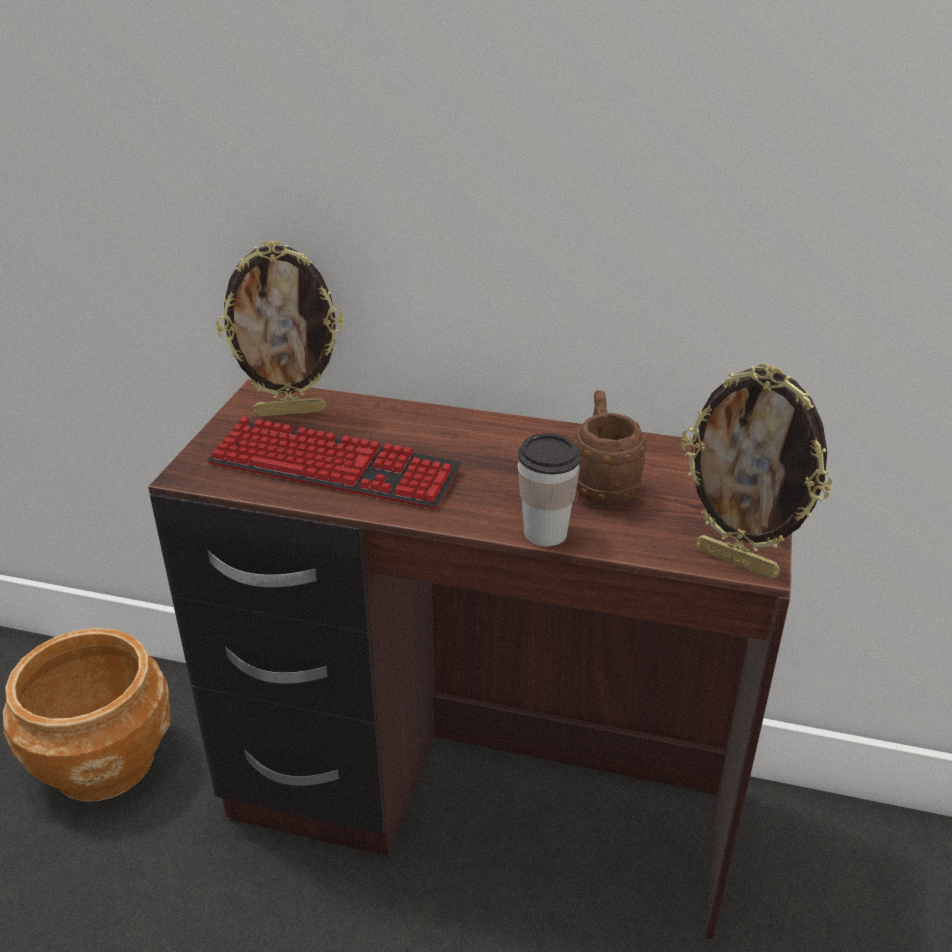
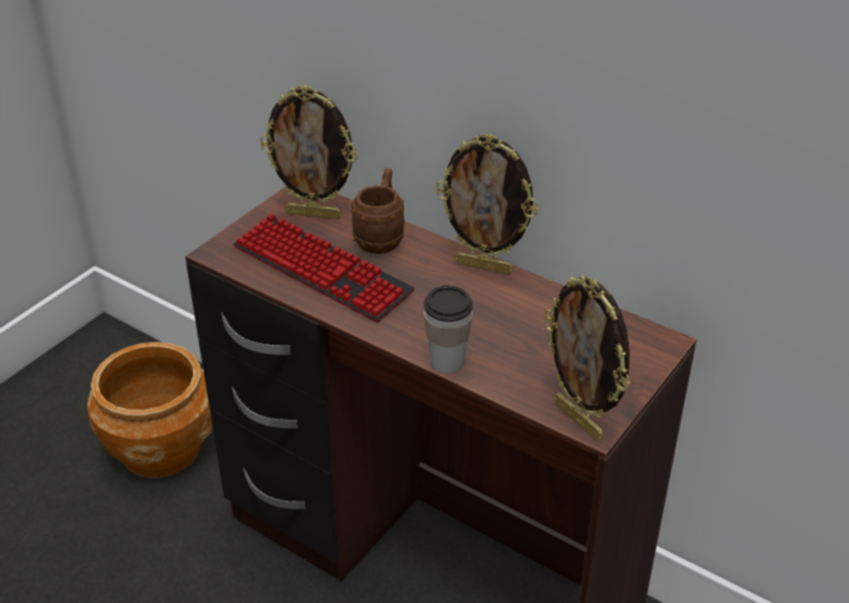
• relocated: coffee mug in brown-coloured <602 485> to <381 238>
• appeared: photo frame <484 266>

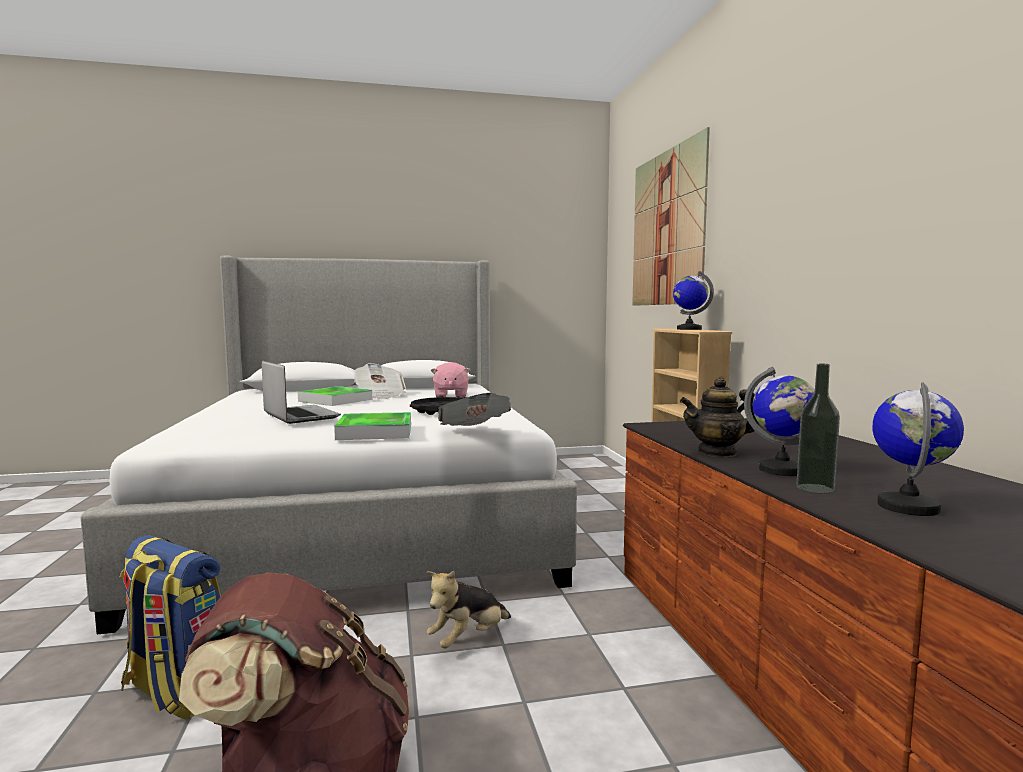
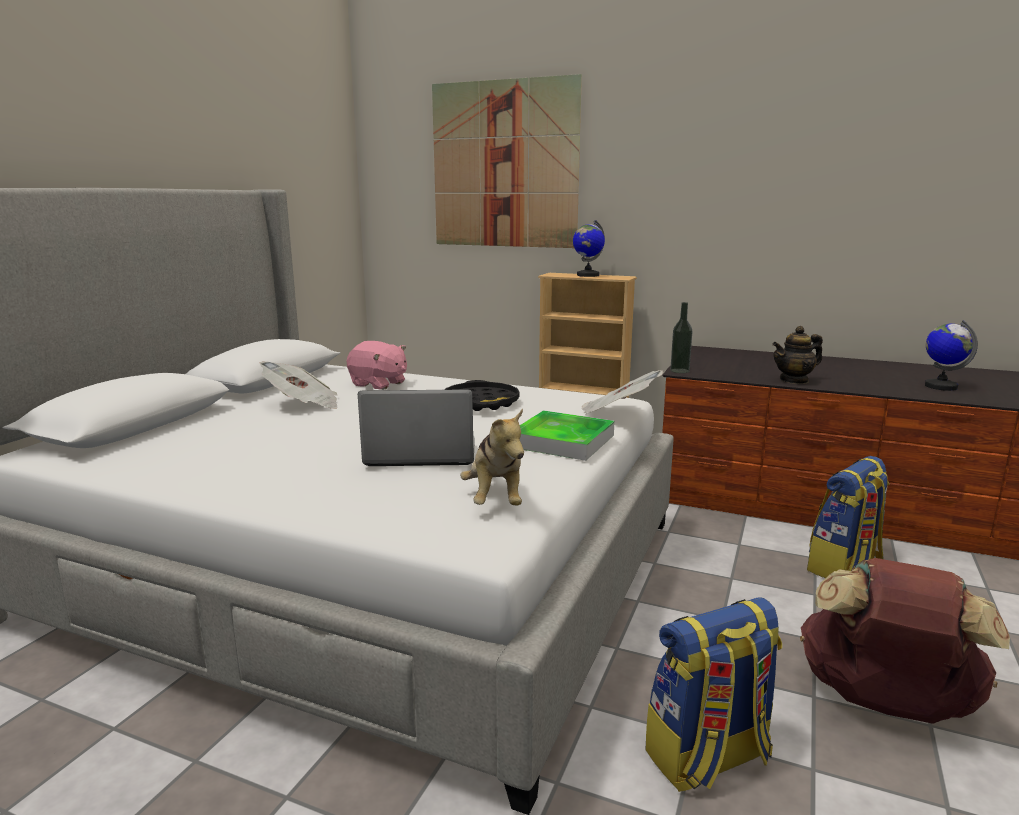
• relocated: bottle <815 489> to <679 371>
• missing: desk globe <782 470>
• spun: teapot <717 452> = <794 380> 45 degrees clockwise
• missing: serving tray <335 400>
• relocated: cuddly toy <468 639> to <495 499>
• appeared: knapsack <844 567>

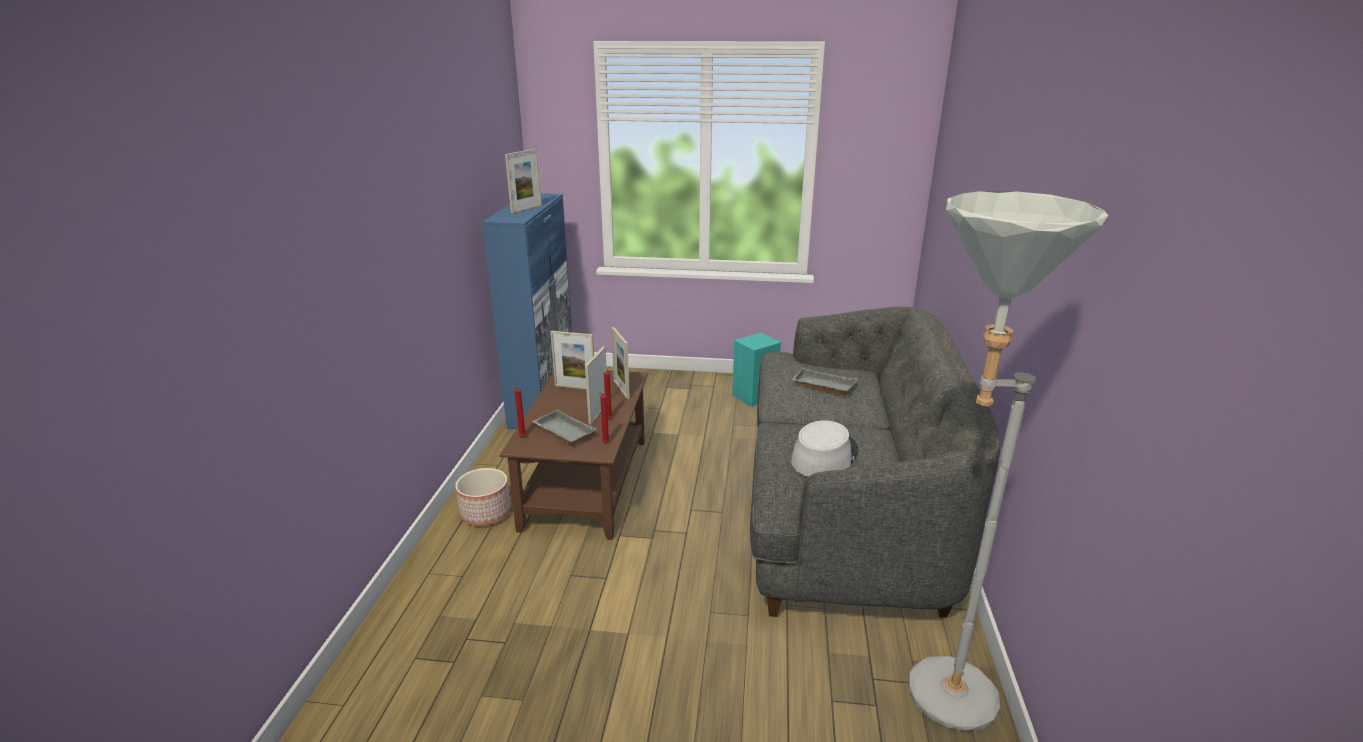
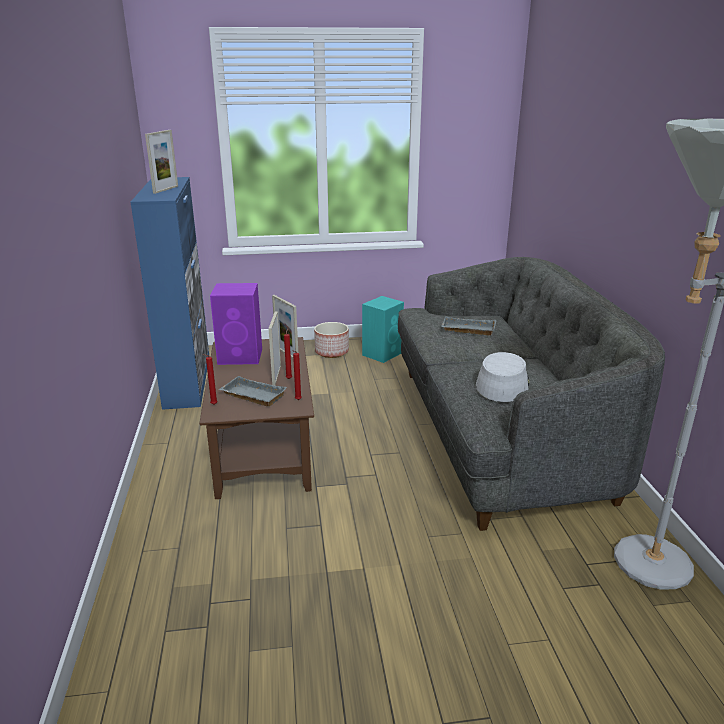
• exchanged: photo frame <575 387> to audio speaker in purple <241 356>
• relocated: planter <486 513> to <332 352>

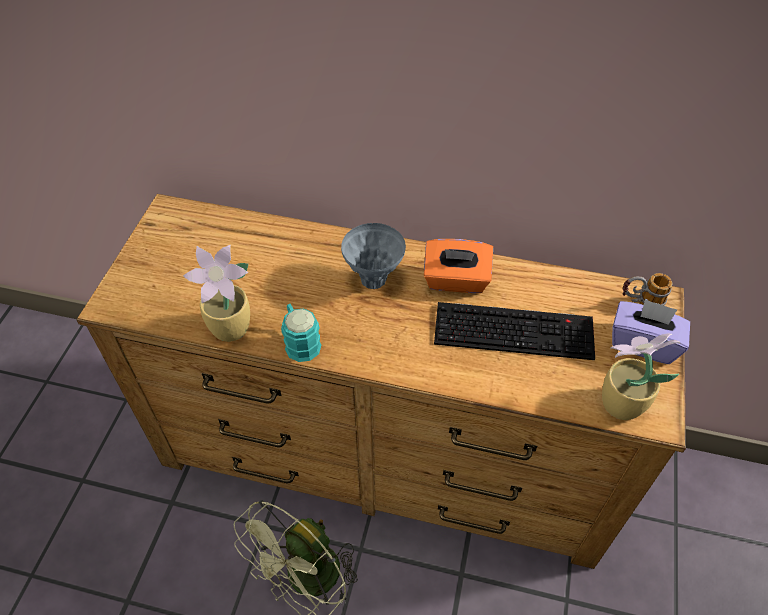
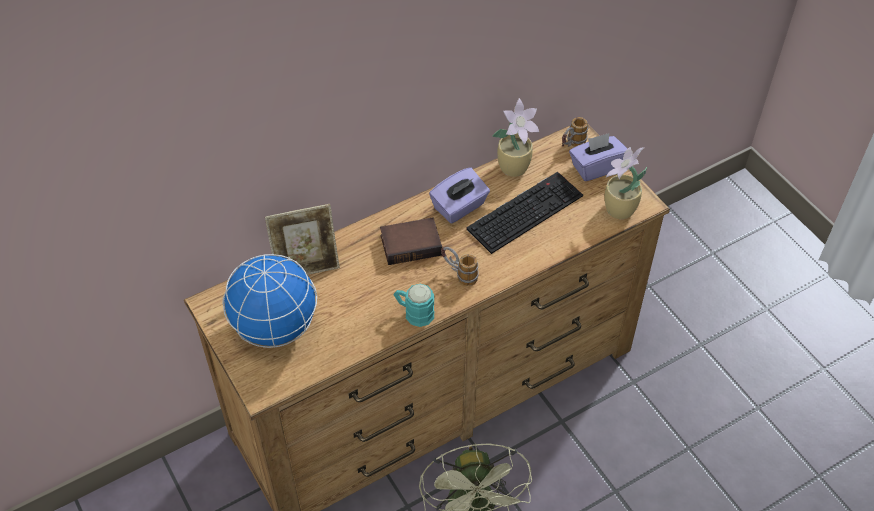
• exchanged: decorative vase in greyish <374 280> to volume <411 244>
• colour: box of tissues in orange-coloured <456 281> to box of tissues in purple <459 207>
• relocated: plant in a pot <232 329> to <515 167>
• appeared: photo frame <306 265>
• appeared: coffee mug <459 274>
• appeared: desk globe <274 327>

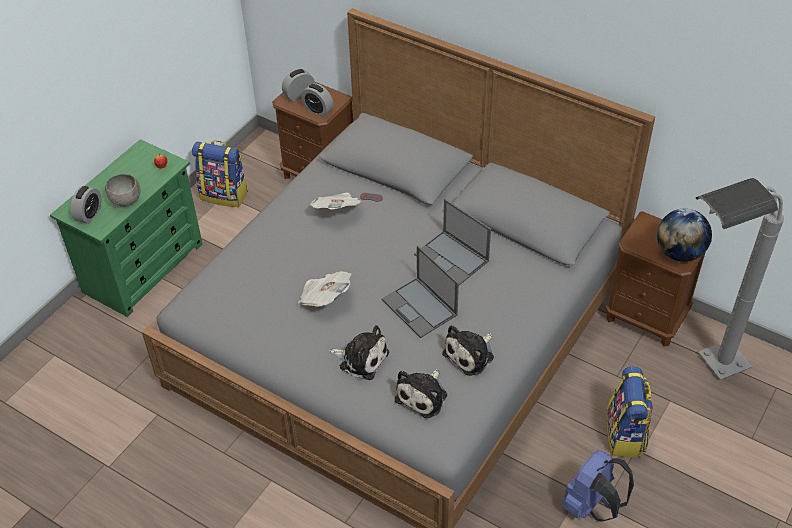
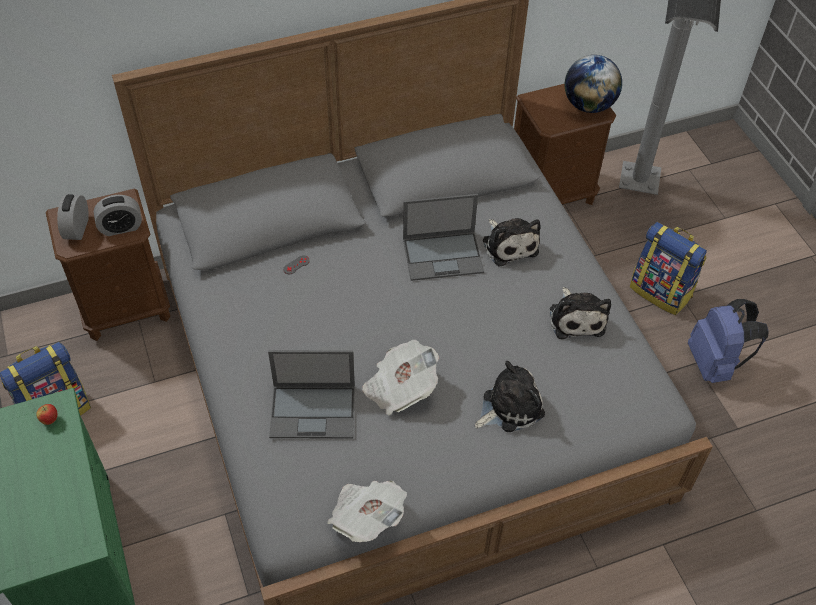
• missing: serving bowl in greyish <126 201>
• missing: bedside clock <89 214>
• relocated: printed paper <337 211> to <366 517>
• relocated: laptop <420 308> to <314 411>
• relocated: cuddly toy <423 396> to <509 244>

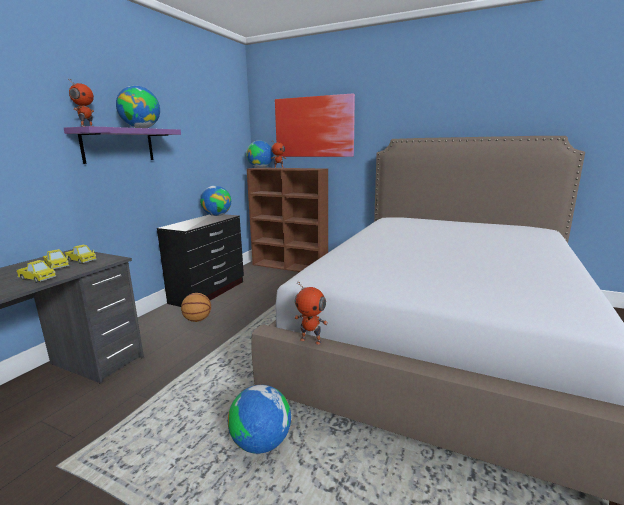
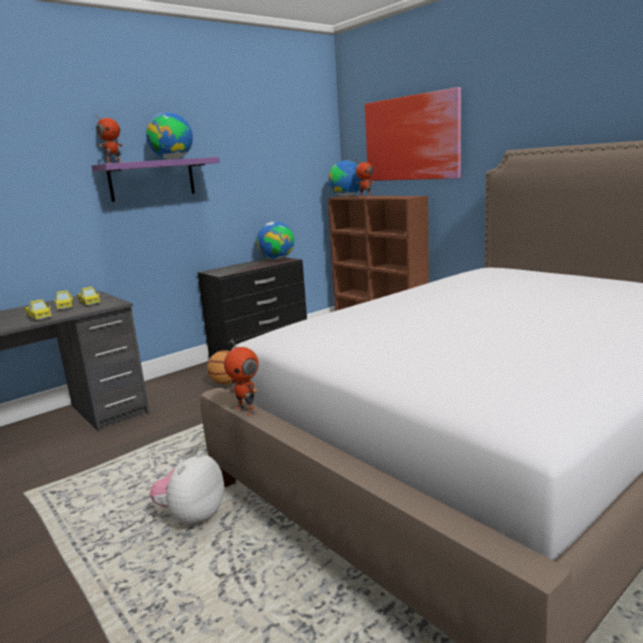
• exchanged: desk globe <261 443> to cuddly toy <192 516>

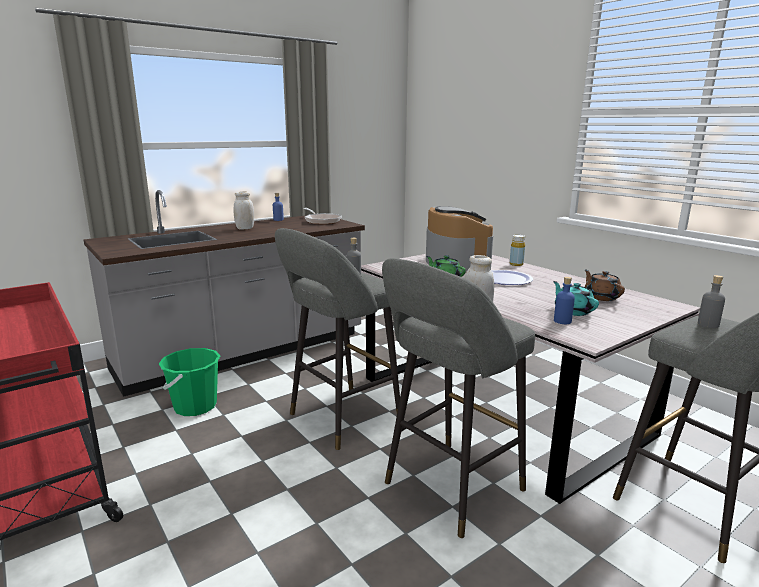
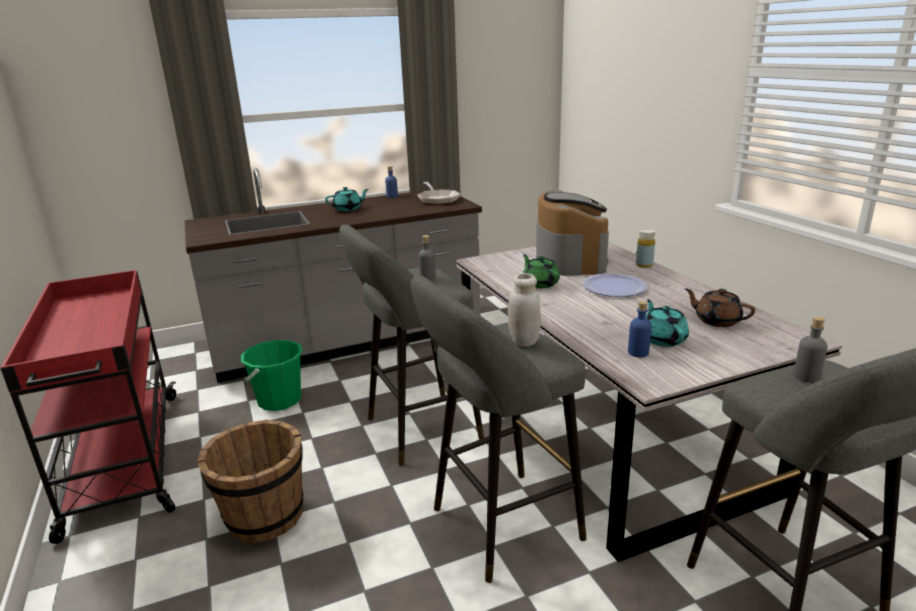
• exchanged: jar in white-coloured <245 228> to teapot in blue-green <348 209>
• spun: teapot in brown-coloured <601 297> = <716 320> 45 degrees counterclockwise
• appeared: pail in brown-coloured <264 517>

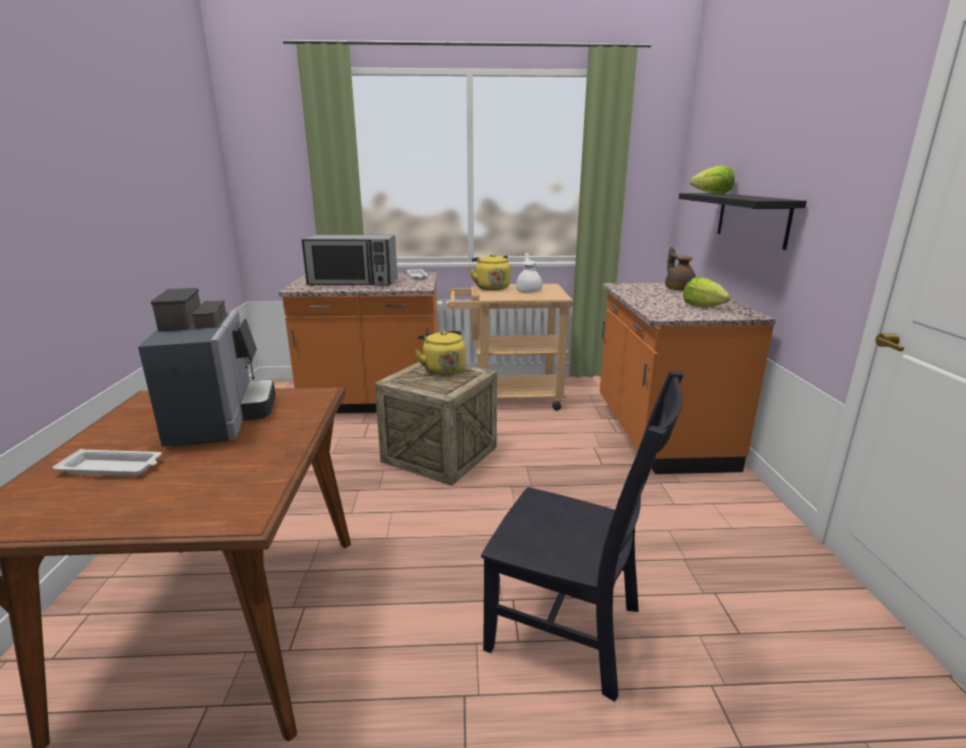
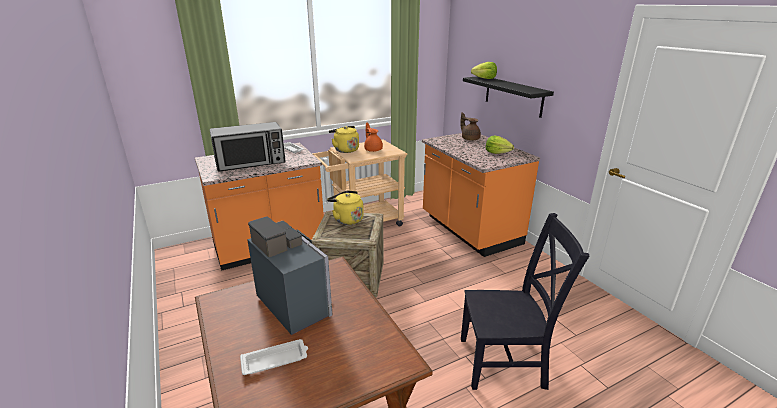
• colour: teapot in white-coloured <529 291> to teapot in orange-coloured <373 149>

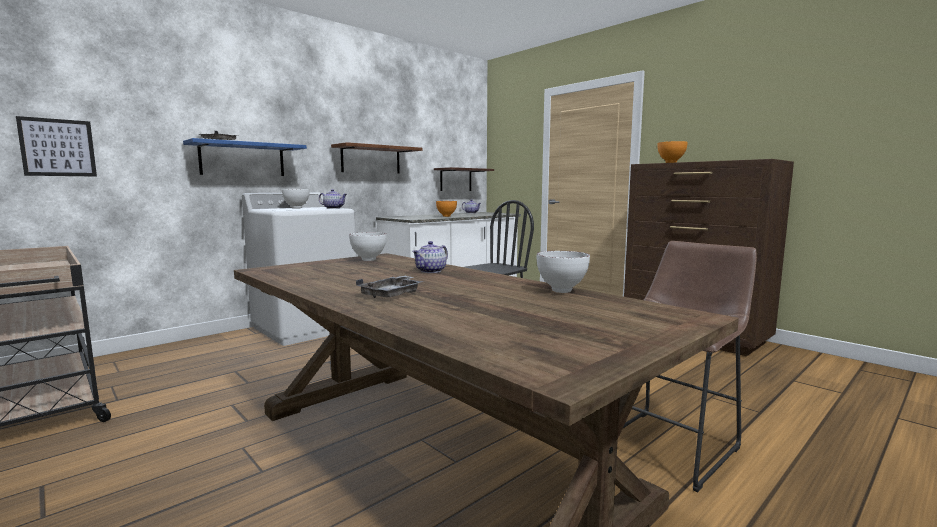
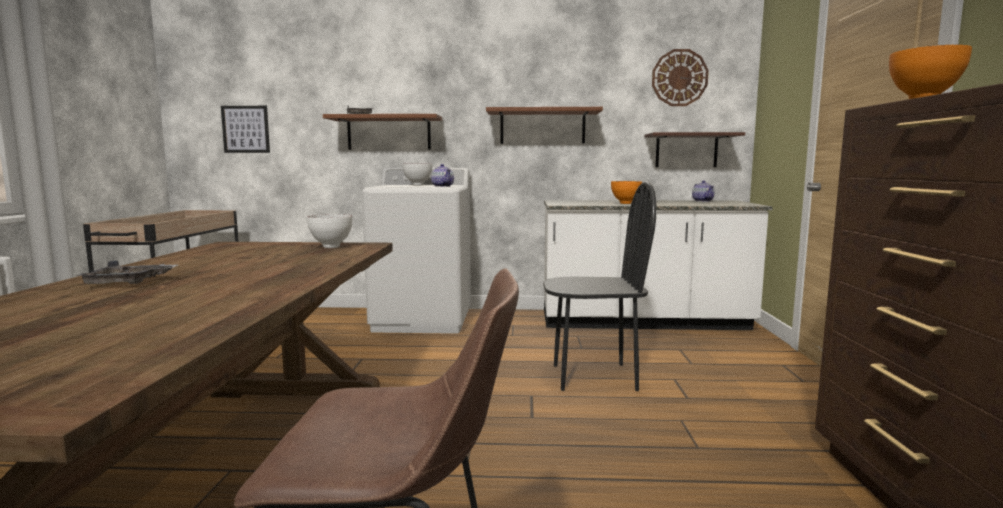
• colour: bracket shelf in blue-coloured <242 159> to bracket shelf in brown-coloured <389 133>
• missing: teapot <431 271>
• missing: serving bowl in white-coloured <563 291>
• appeared: hanging clock <679 78>

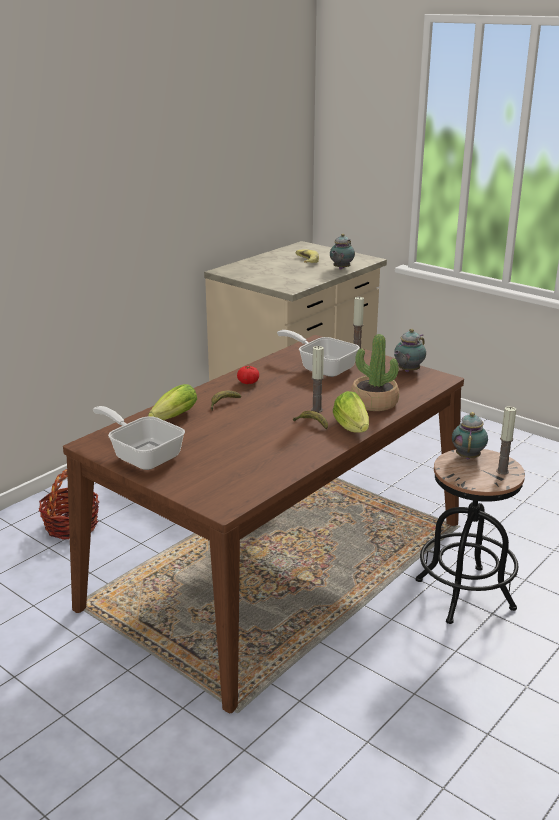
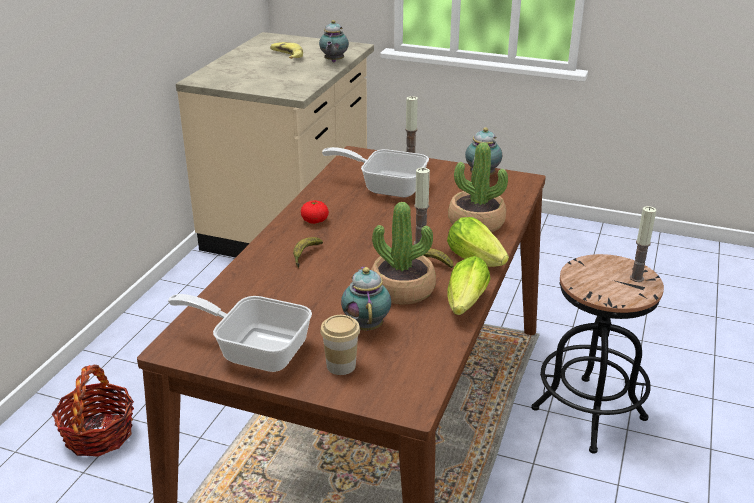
• relocated: lettuce <172 418> to <465 305>
• relocated: teapot <468 456> to <366 325>
• appeared: plant in a pot <402 289>
• appeared: drinking cup <341 365>

